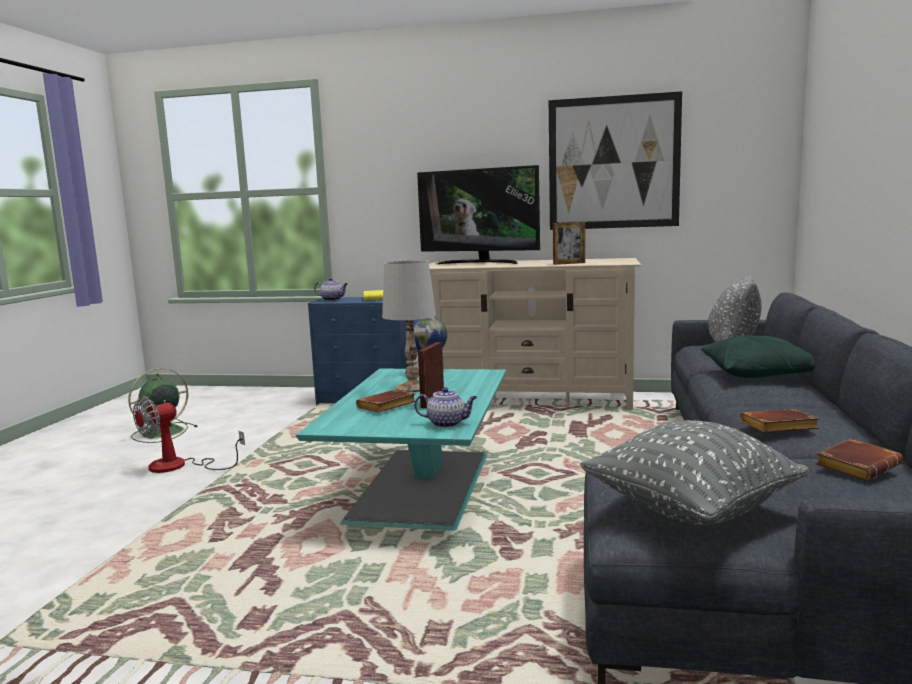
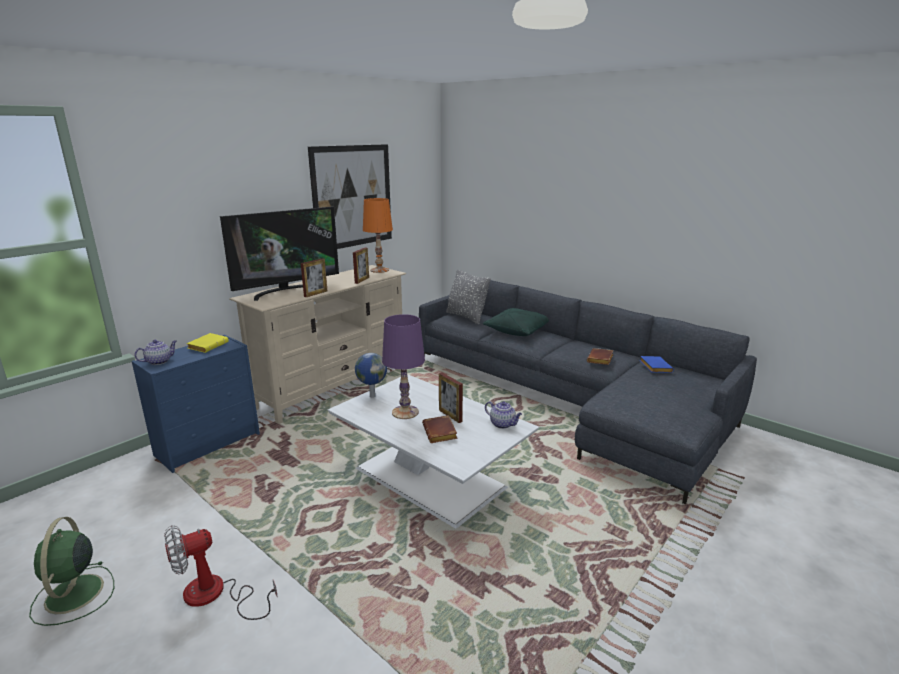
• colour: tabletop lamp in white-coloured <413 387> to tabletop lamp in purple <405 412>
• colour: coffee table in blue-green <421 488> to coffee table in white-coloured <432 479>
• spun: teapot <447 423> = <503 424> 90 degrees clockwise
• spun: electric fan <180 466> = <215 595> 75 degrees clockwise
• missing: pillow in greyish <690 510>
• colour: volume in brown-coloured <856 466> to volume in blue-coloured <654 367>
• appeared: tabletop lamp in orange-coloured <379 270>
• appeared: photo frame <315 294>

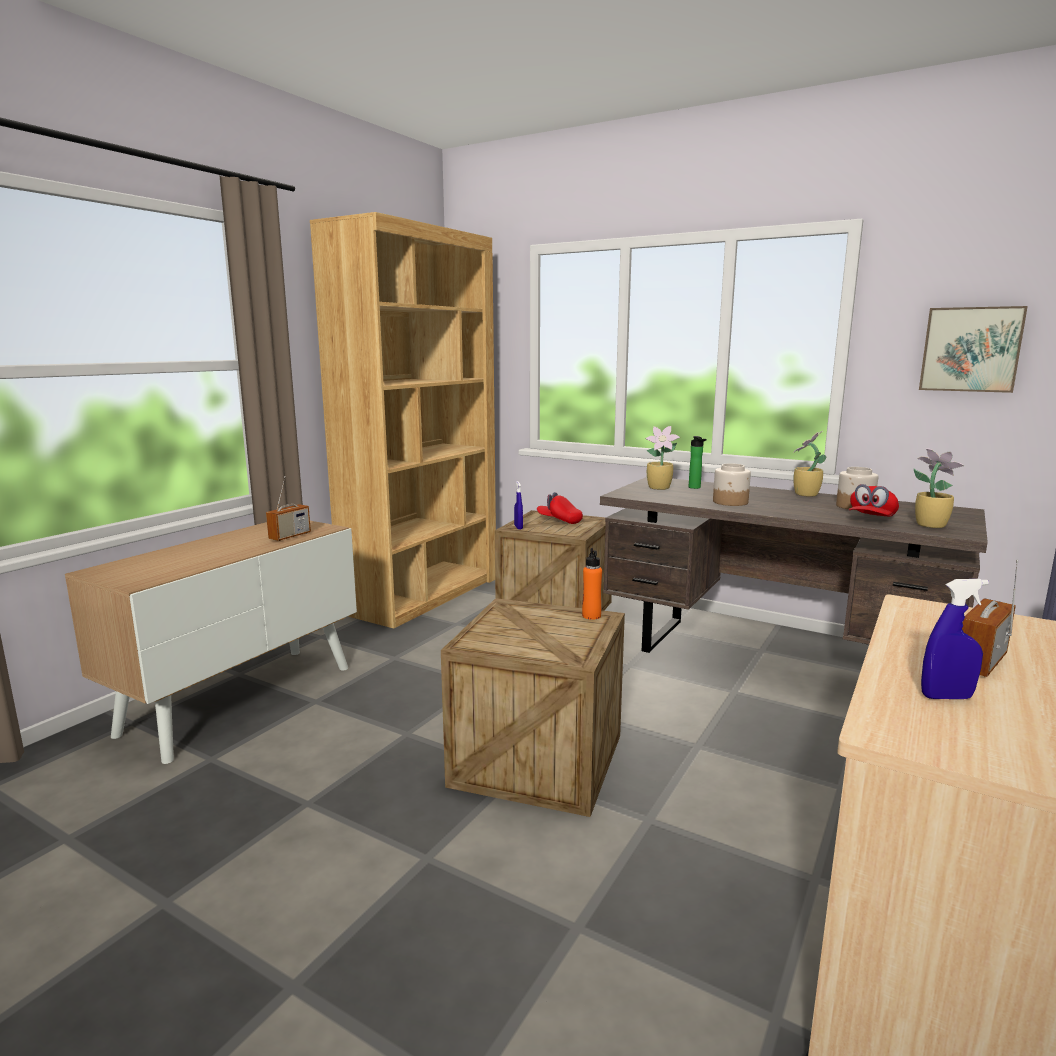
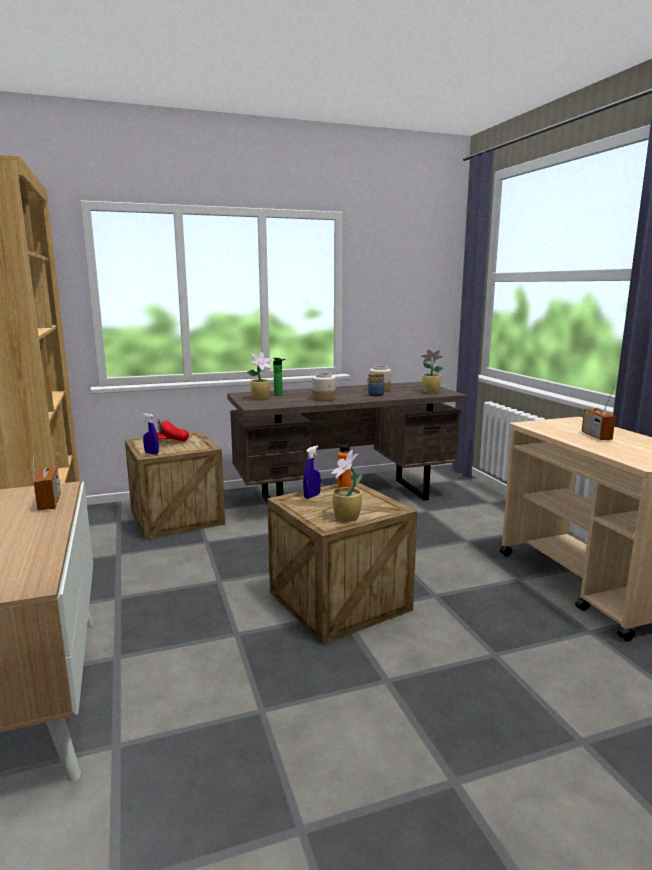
• missing: wall art <970 349>
• relocated: plant in a pot <805 494> to <346 518>
• missing: baseball cap in red-coloured <871 520>
• relocated: hand sprayer in blue-coloured <946 697> to <312 496>
• appeared: jar <375 395>

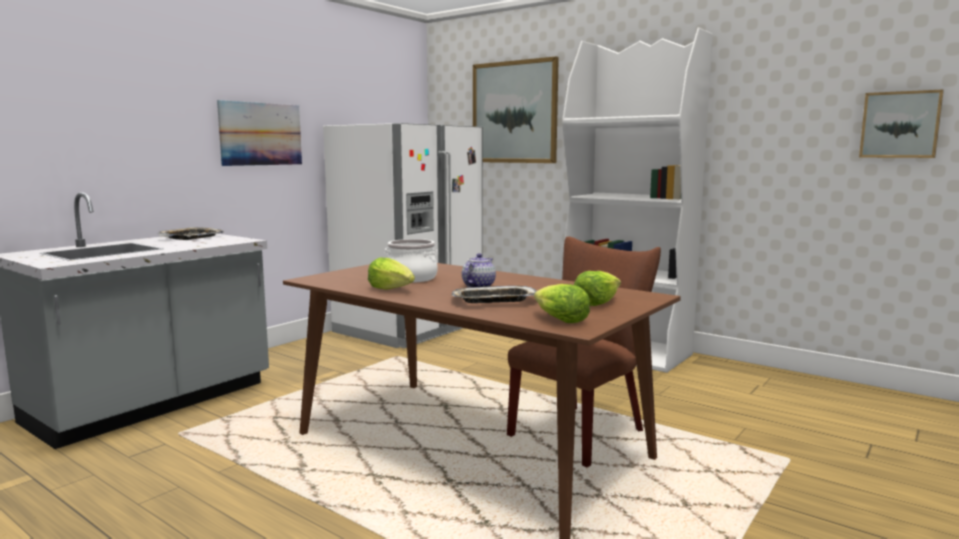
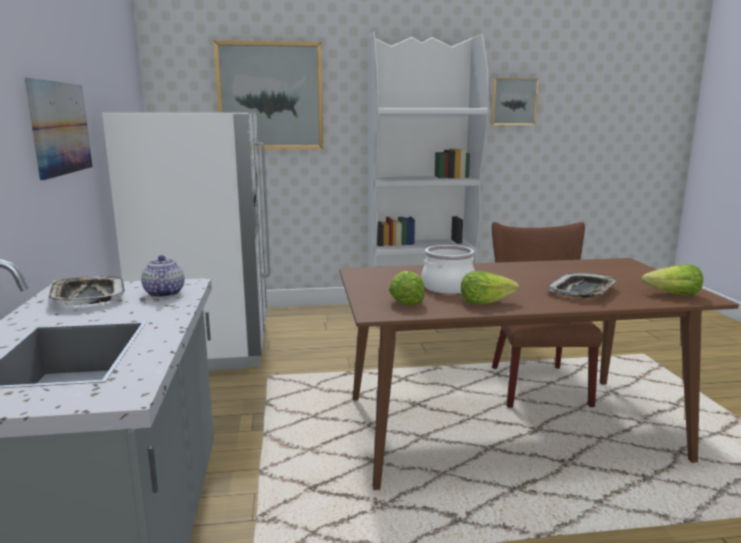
• relocated: wall art <900 125> to <513 101>
• relocated: teapot <478 286> to <164 293>
• relocated: lettuce <596 303> to <406 301>

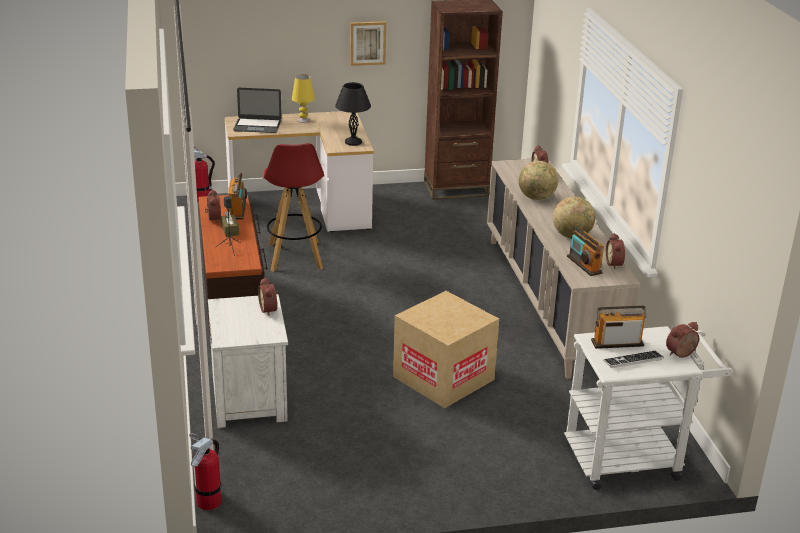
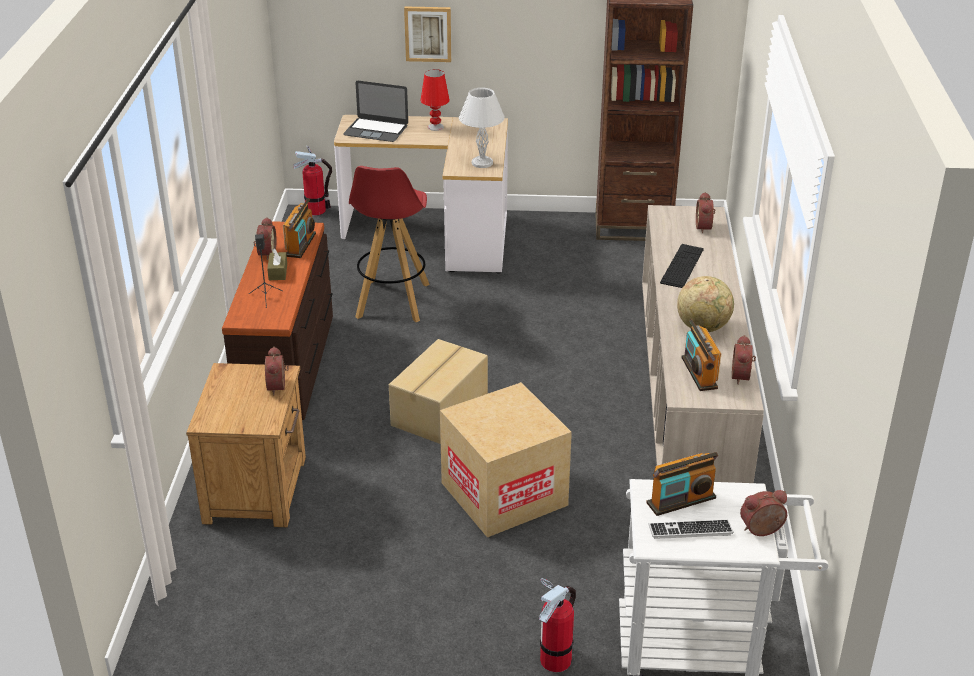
• relocated: wall art <367 43> to <428 33>
• colour: tabletop lamp in yellow <303 120> to tabletop lamp in red-coloured <435 127>
• colour: tabletop lamp in black-coloured <352 142> to tabletop lamp in white-coloured <481 163>
• exchanged: desk globe <536 198> to computer keyboard <682 266>
• colour: night table in white-coloured <250 398> to night table in brown-coloured <257 489>
• spun: radio receiver <617 343> = <681 501> 150 degrees clockwise
• relocated: extinguisher <209 501> to <555 659>
• appeared: cardboard box <438 410>

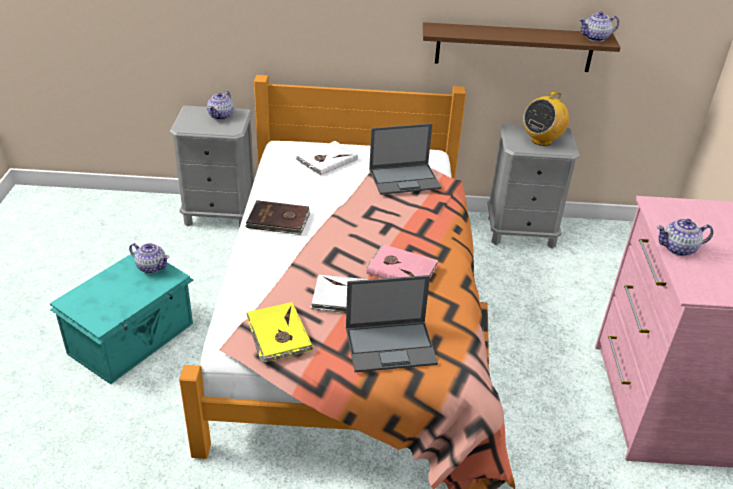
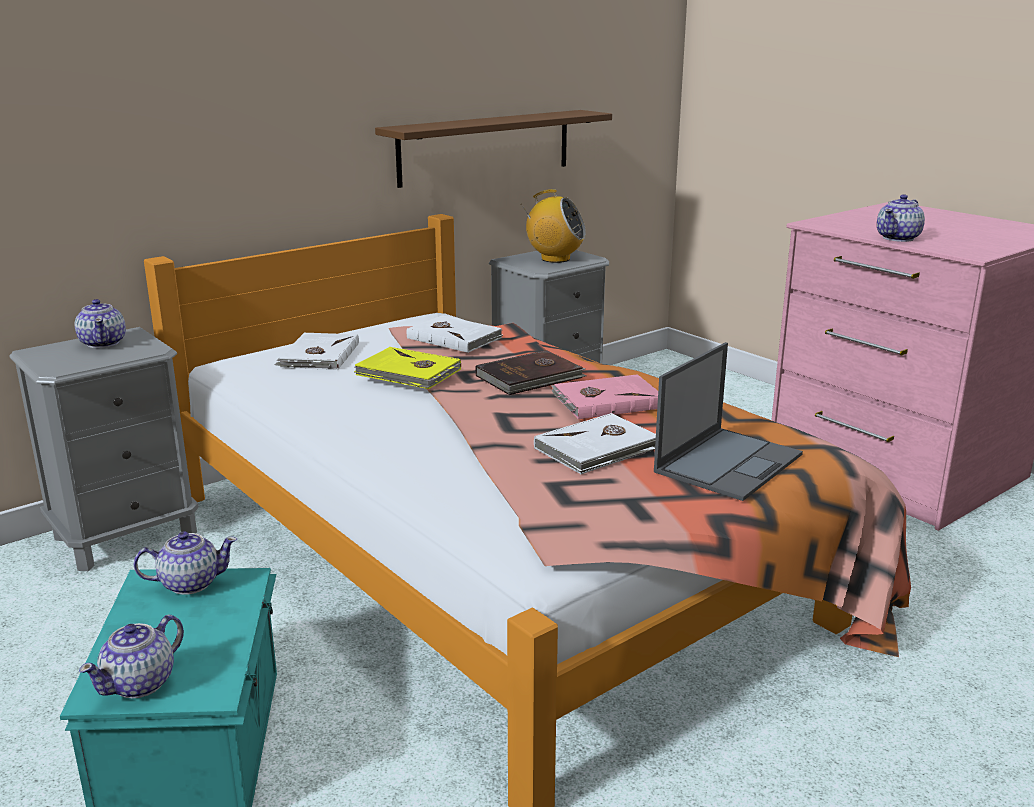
• relocated: teapot <595 38> to <141 683>
• spun: radio receiver <541 140> = <555 259> 75 degrees counterclockwise
• exchanged: laptop <405 179> to volume in white-coloured <454 337>
• relocated: volume in brown-coloured <278 220> to <530 377>
• relocated: volume in yellow <278 335> to <408 373>

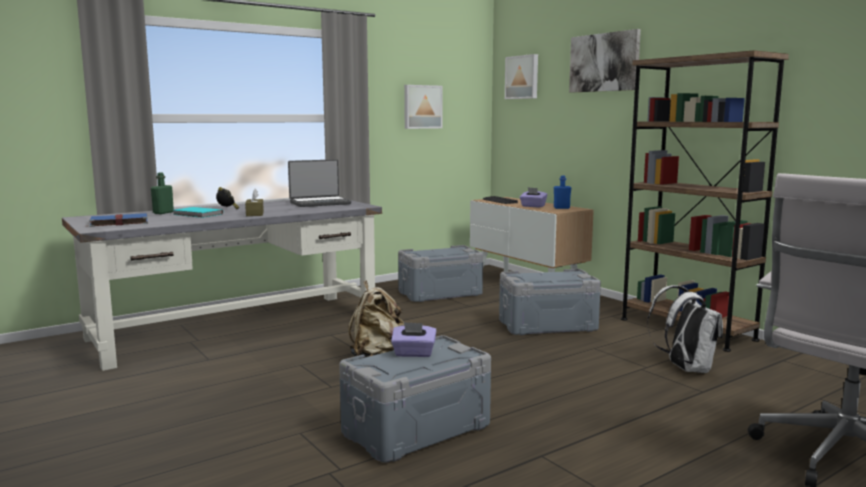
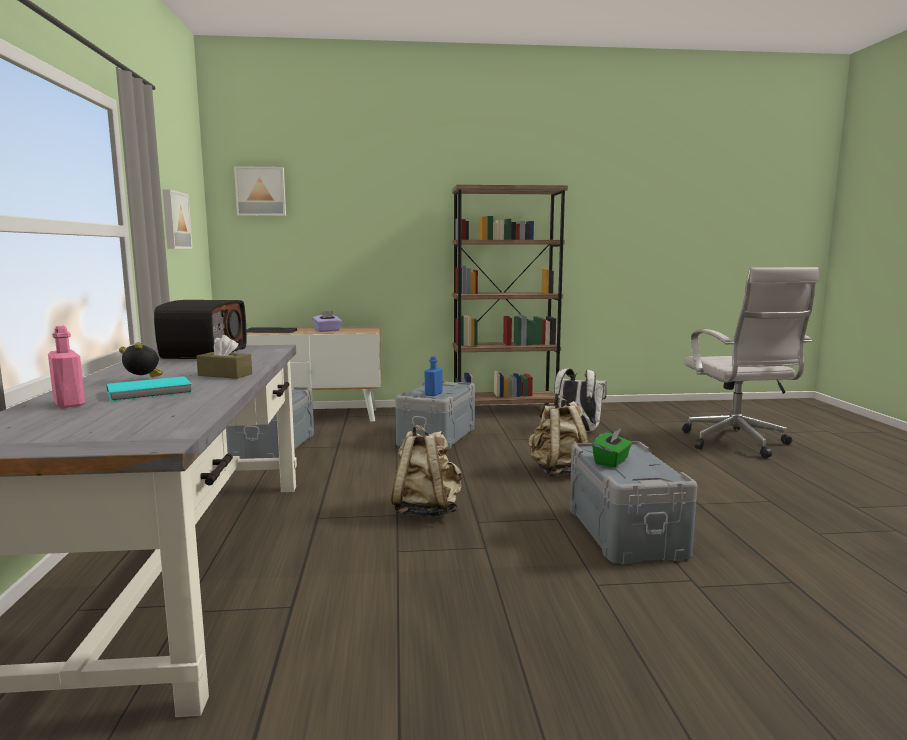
• missing: wall art <604 62>
• exchanged: laptop <319 203> to radio receiver <203 353>
• colour: bottle in green-coloured <163 213> to bottle in pinkish <69 404>
• relocated: bottle in blue-coloured <561 208> to <433 394>
• missing: volume in blue-coloured <118 222>
• colour: box of tissues in purple <413 353> to box of tissues in green-coloured <611 461>
• appeared: knapsack in sand-coloured <559 471>

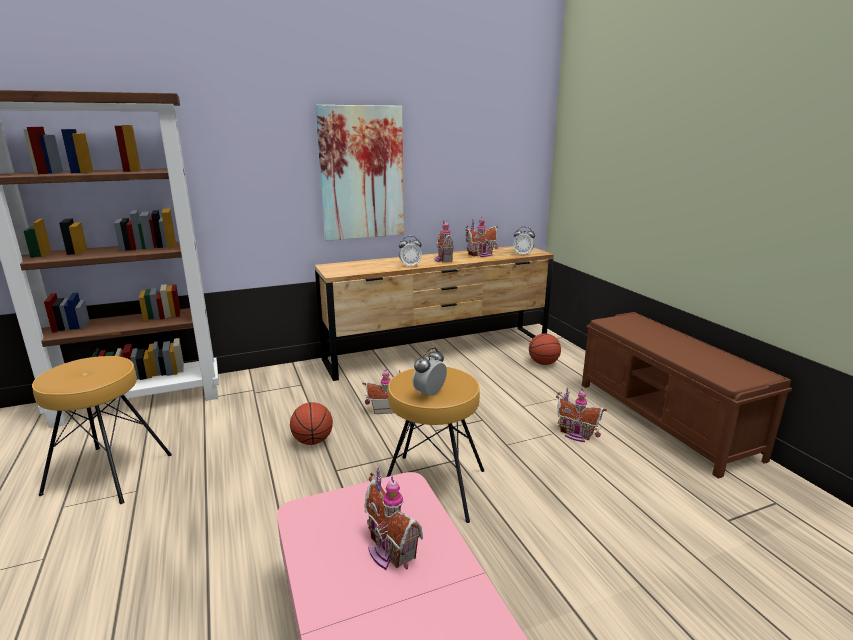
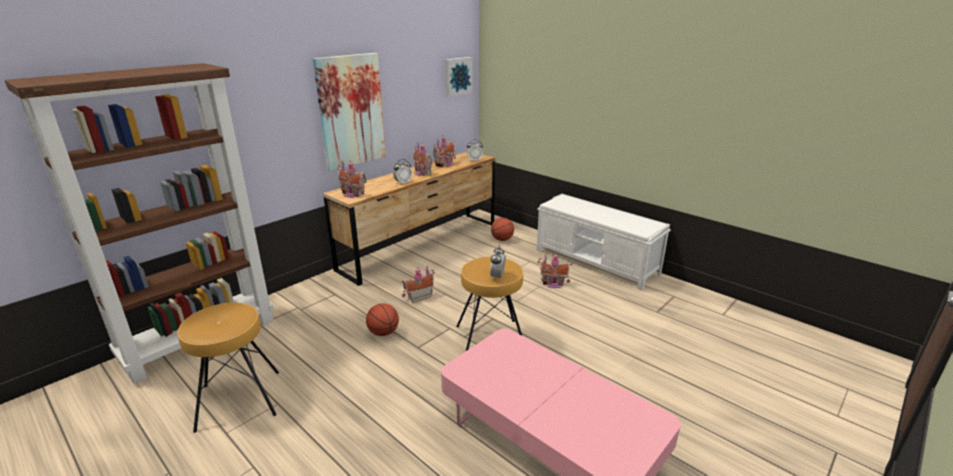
• colour: long seat in brown-coloured <664 419> to long seat in white-coloured <596 262>
• relocated: toy house <389 551> to <352 194>
• appeared: wall art <457 76>

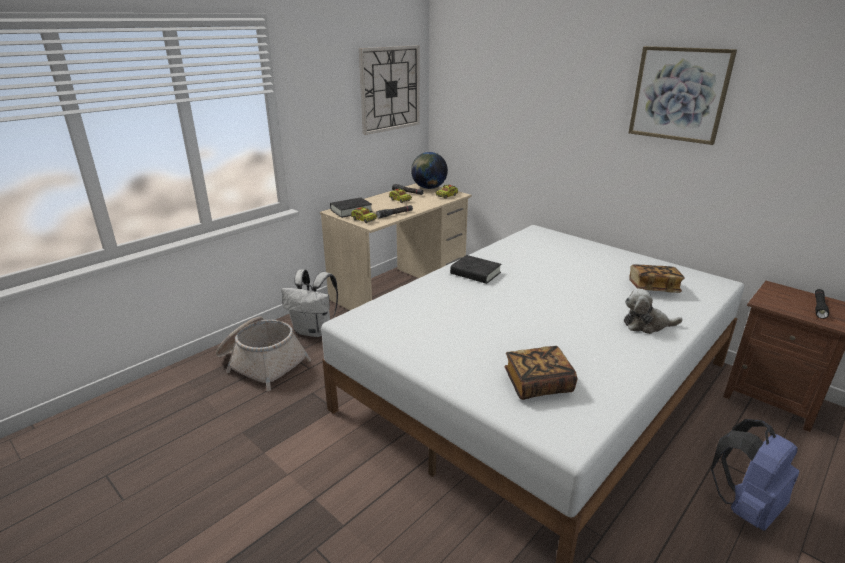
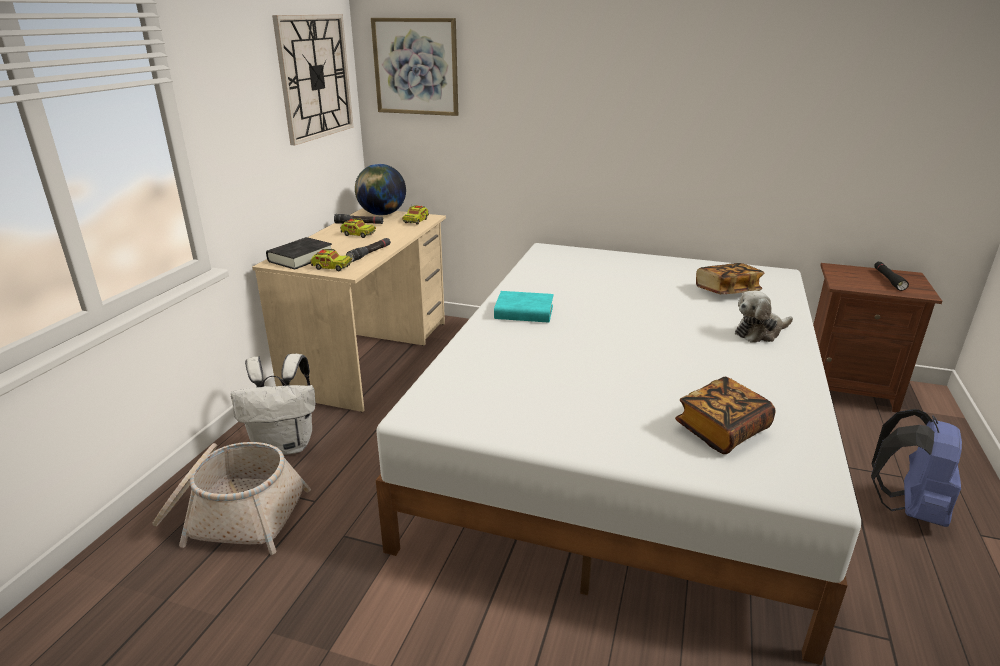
• relocated: wall art <679 94> to <416 67>
• colour: volume in black-coloured <475 273> to volume in blue-green <524 312>

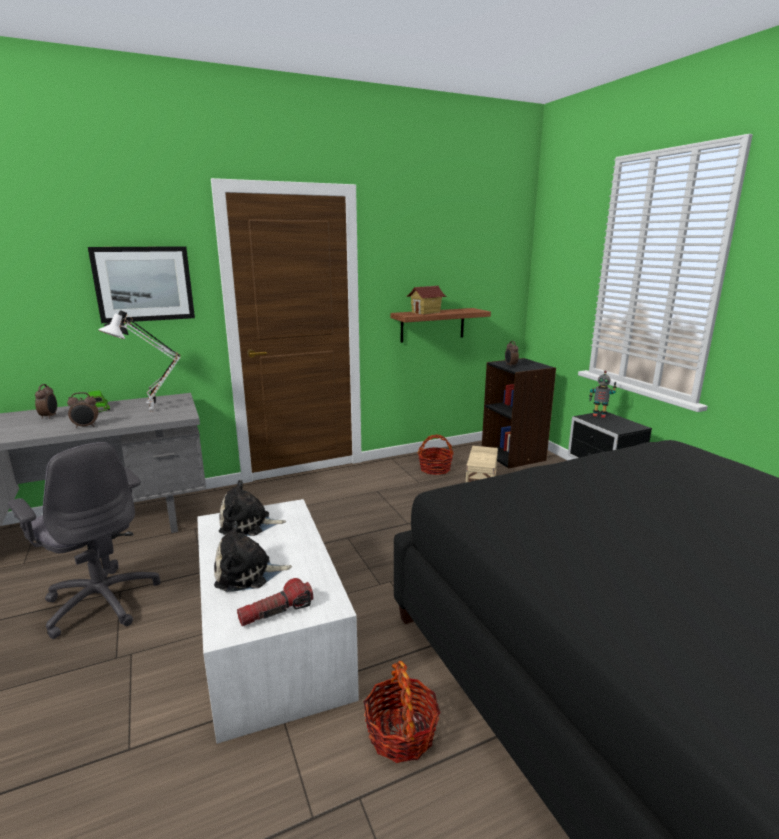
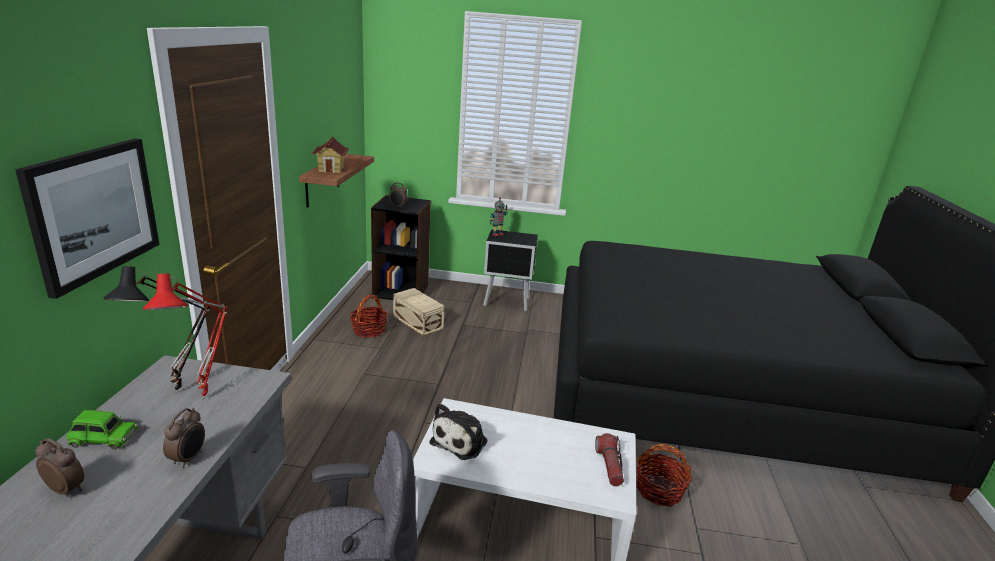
• colour: tabletop lamp in white-coloured <151 412> to tabletop lamp in red-coloured <207 398>
• missing: cuddly toy <248 574>

